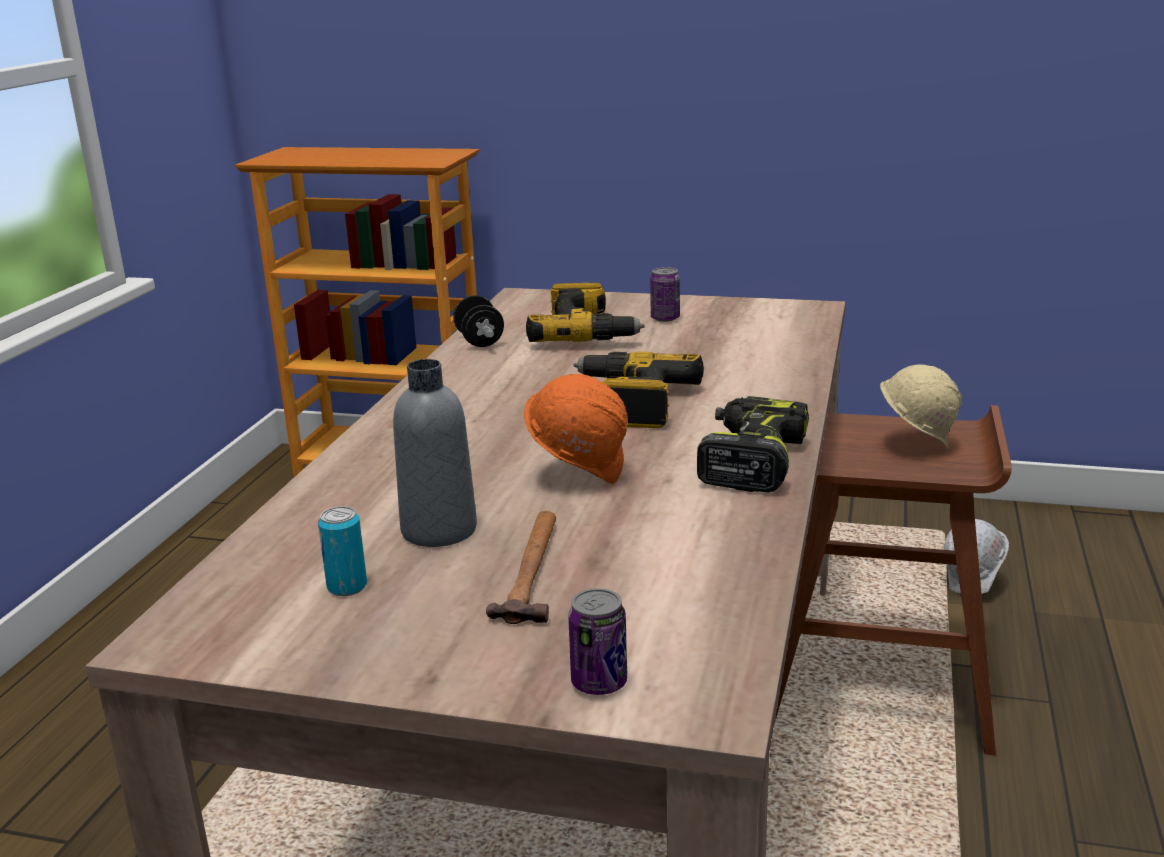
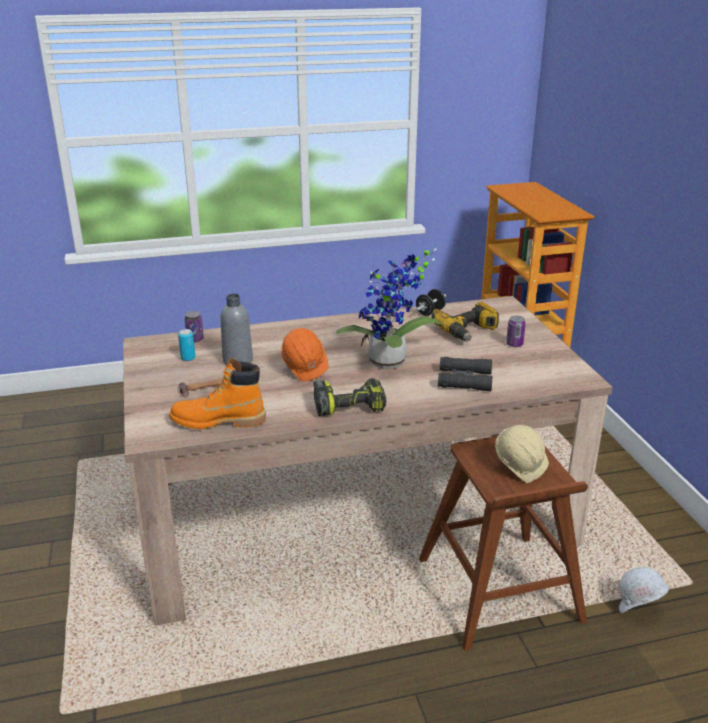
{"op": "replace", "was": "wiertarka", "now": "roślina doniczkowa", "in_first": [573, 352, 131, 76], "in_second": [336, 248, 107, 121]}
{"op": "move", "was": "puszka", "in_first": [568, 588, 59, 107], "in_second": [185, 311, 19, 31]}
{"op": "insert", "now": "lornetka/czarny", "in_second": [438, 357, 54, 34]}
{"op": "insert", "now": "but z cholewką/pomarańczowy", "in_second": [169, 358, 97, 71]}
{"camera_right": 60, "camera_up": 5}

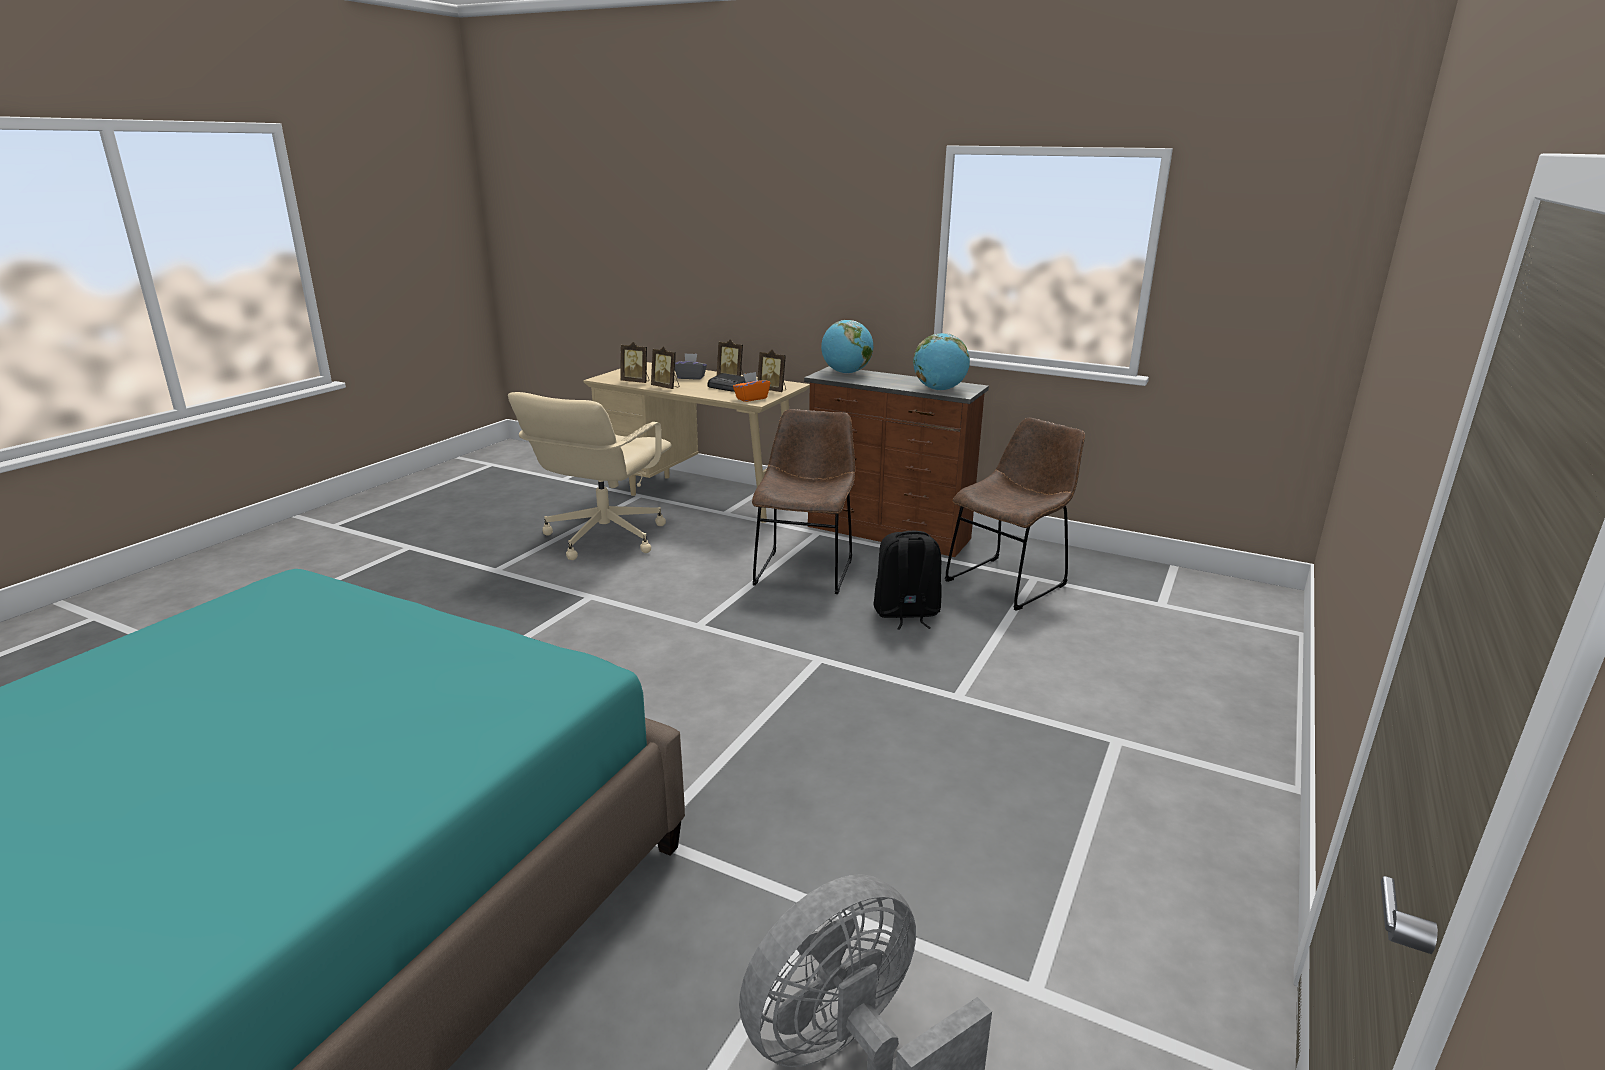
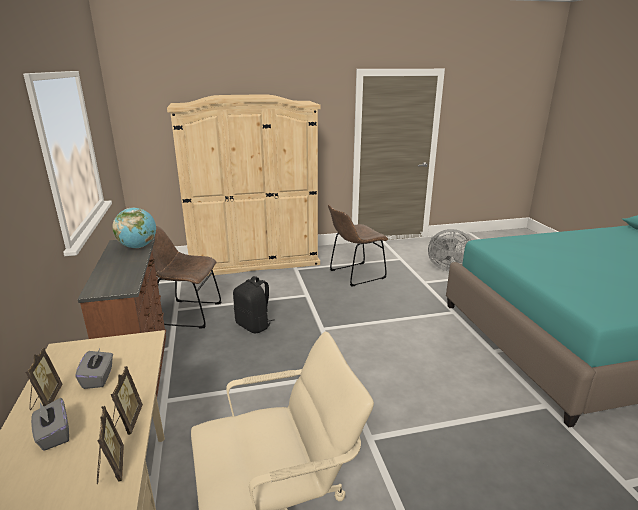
{"op": "delete", "was": "globus", "in_first": [821, 320, 52, 54]}
{"op": "delete", "was": "ramka na zdjęcie", "in_first": [757, 349, 29, 43]}
{"op": "delete", "was": "pudełko chusteczek/pomarańczowy", "in_first": [733, 372, 37, 30]}
{"op": "replace", "was": "radio", "now": "pudełko chusteczek/szary", "in_first": [708, 373, 37, 19], "in_second": [75, 349, 38, 40]}
{"op": "move", "was": "krzesło/brązowy", "in_first": [752, 409, 103, 185], "in_second": [328, 205, 60, 82]}
{"op": "insert", "now": "szafa/beżowy", "in_second": [167, 94, 154, 182]}
{"camera_right": -130, "camera_up": 0}

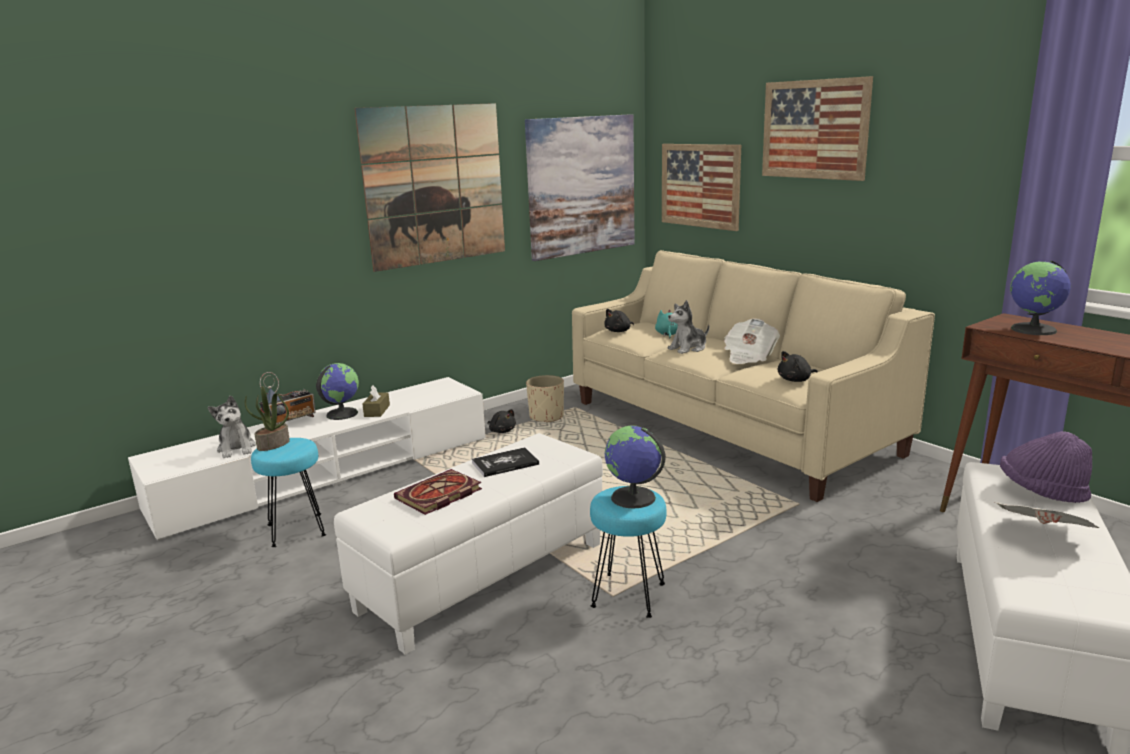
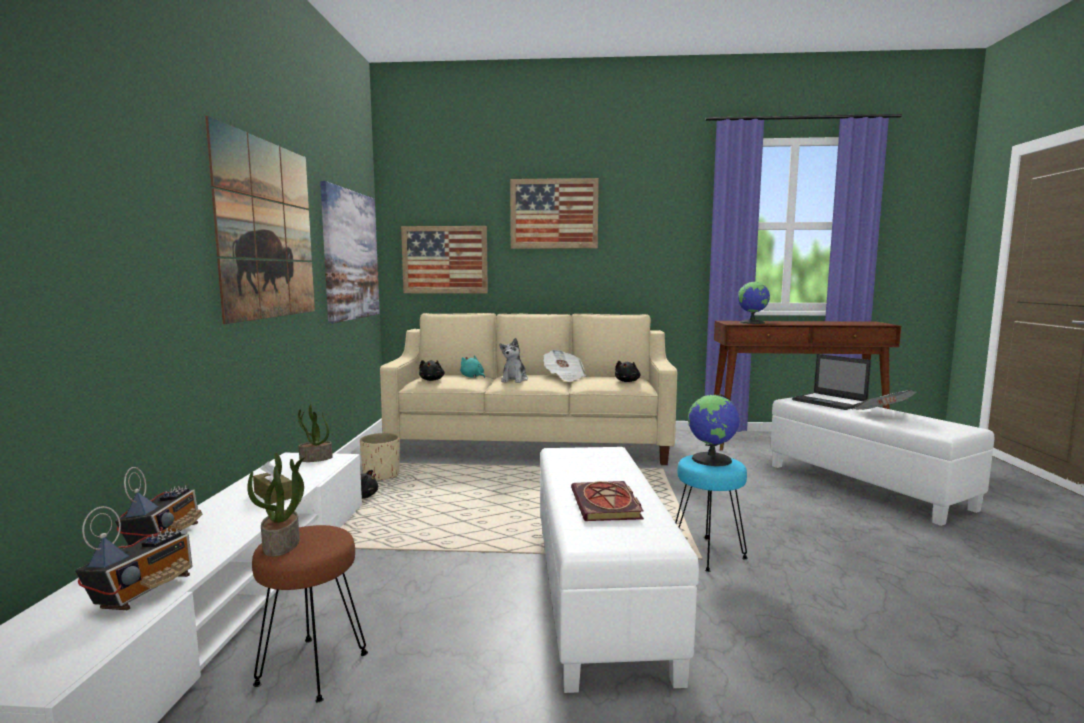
{"op": "delete", "was": "globus", "in_first": [316, 363, 43, 57]}
{"op": "replace", "was": "pluszak", "now": "radio", "in_first": [208, 395, 48, 63], "in_second": [75, 506, 118, 104]}
{"op": "replace", "was": "kapelusz/fioletowy", "now": "laptop", "in_first": [1000, 431, 92, 72], "in_second": [792, 354, 79, 56]}
{"op": "recolor", "was": "stołek/turkusowy", "now": "stołek/brązowy", "in_first": [251, 438, 75, 109], "in_second": [252, 525, 116, 177]}
{"op": "delete", "was": "książka", "in_first": [472, 447, 67, 30]}
{"op": "insert", "now": "roślina doniczkowa", "in_second": [298, 404, 35, 58]}
{"camera_right": -50, "camera_up": -10}

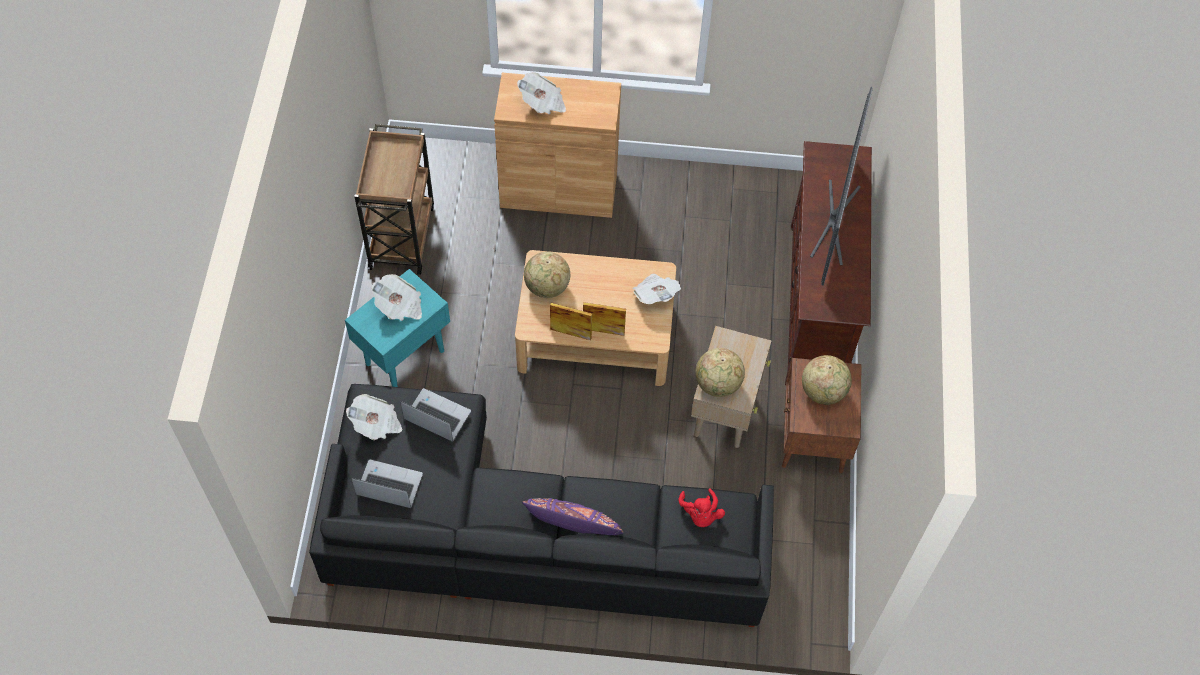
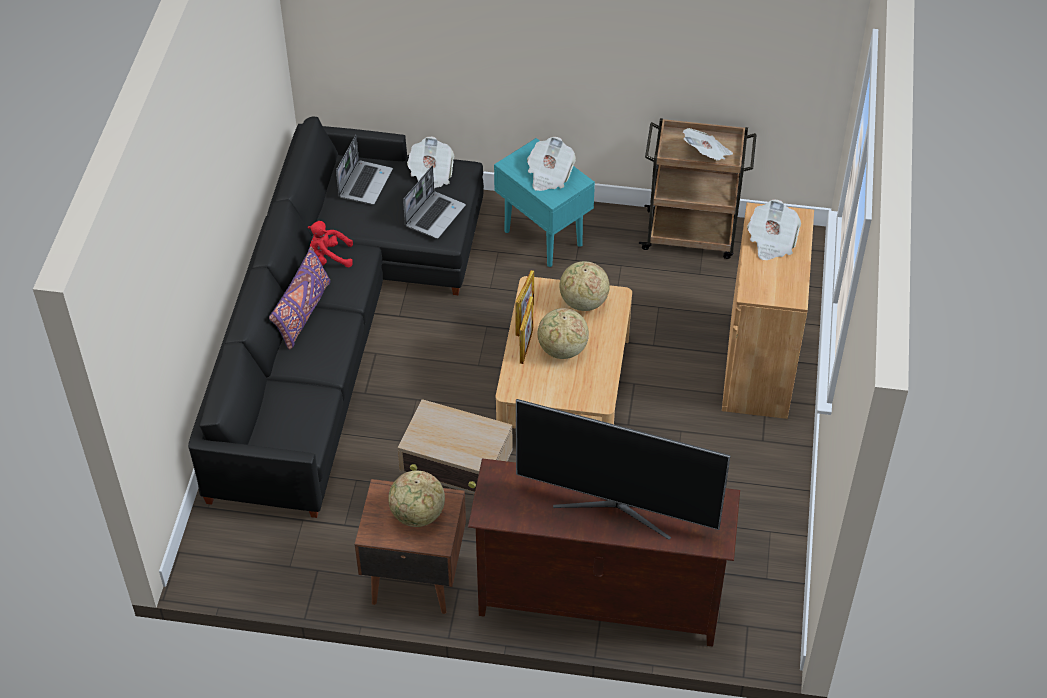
{"op": "move", "was": "gazeta", "in_first": [632, 274, 49, 30], "in_second": [683, 128, 50, 33]}
{"op": "move", "was": "globus", "in_first": [695, 348, 50, 49], "in_second": [538, 308, 51, 51]}
{"op": "move", "was": "pluszak/czerwony", "in_first": [679, 488, 46, 39], "in_second": [308, 221, 45, 46]}
{"camera_right": 95, "camera_up": -10}

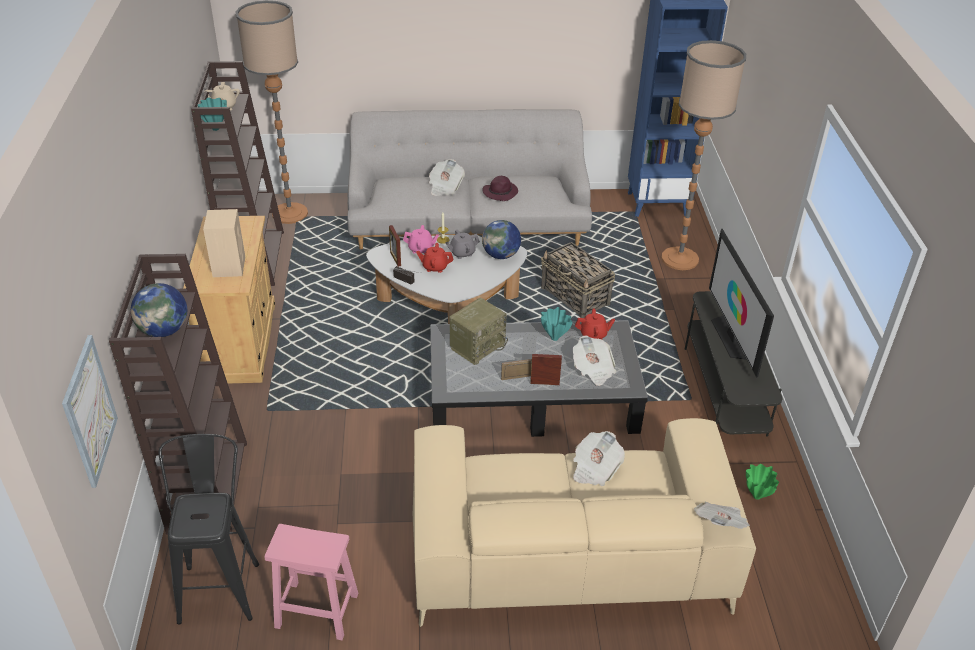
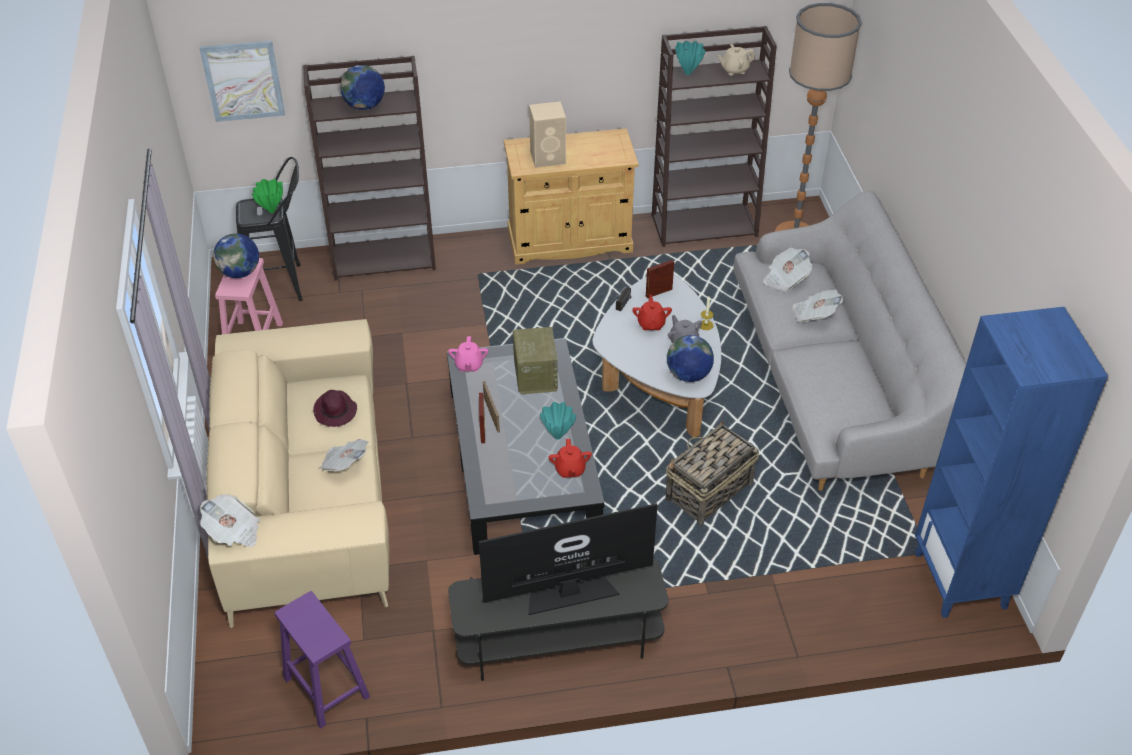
{"op": "delete", "was": "lampa stojąca", "in_first": [661, 40, 85, 230]}
{"op": "move", "was": "kapelusz/fioletowy", "in_first": [482, 176, 36, 25], "in_second": [313, 390, 44, 37]}
{"op": "move", "was": "imbryk/różowy", "in_first": [403, 225, 36, 29], "in_second": [448, 336, 40, 36]}
{"op": "rotate", "was": "radio", "in_first": [449, 297, 59, 68], "in_second": [513, 327, 45, 67], "clockwise": -135}
{"op": "move", "was": "gazeta", "in_first": [572, 335, 44, 51], "in_second": [763, 248, 49, 44]}
{"op": "move", "was": "wazon/zielony", "in_first": [746, 464, 33, 36], "in_second": [252, 179, 31, 34]}
{"op": "insert", "now": "globus", "in_second": [213, 234, 46, 44]}
{"op": "insert", "now": "stołek/fioletowy", "in_second": [275, 591, 95, 138]}
{"camera_right": 85, "camera_up": 5}

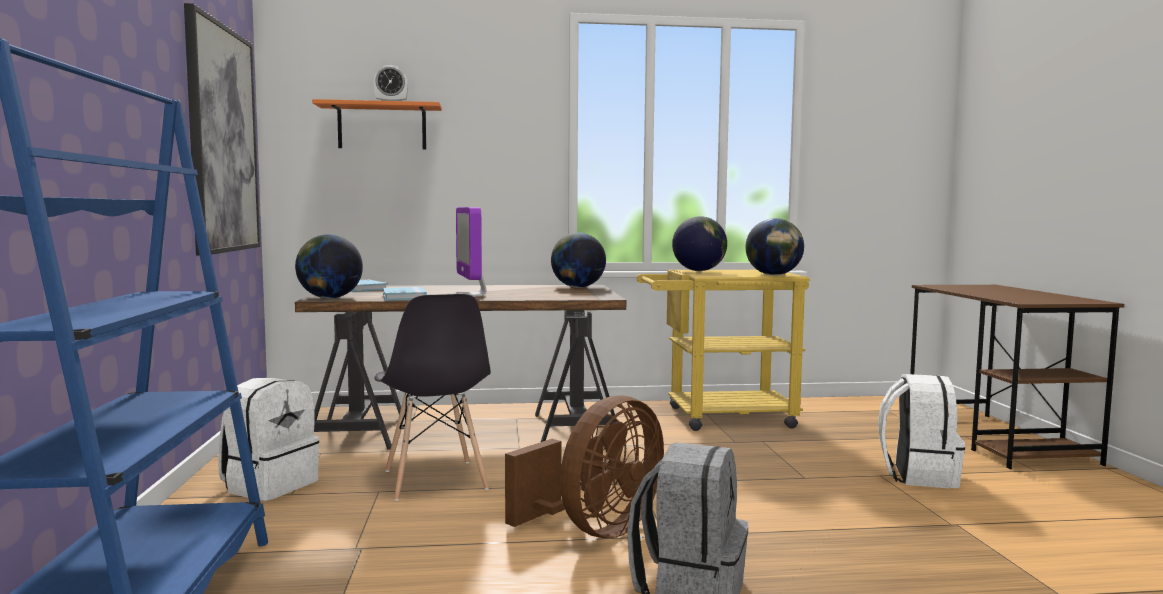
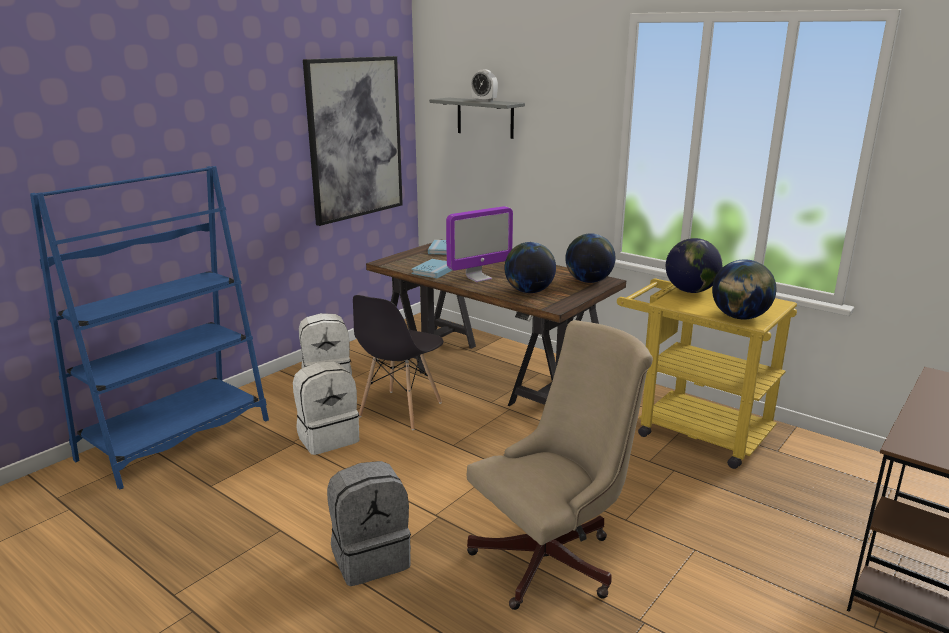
{"op": "recolor", "was": "półka/pomarańczowy", "now": "półka/szary", "in_first": [312, 99, 130, 51], "in_second": [429, 98, 96, 41]}
{"op": "rotate", "was": "monitor", "in_first": [456, 207, 30, 90], "in_second": [446, 206, 67, 76], "clockwise": -150}
{"op": "move", "was": "globus", "in_first": [295, 234, 68, 64], "in_second": [505, 242, 51, 51]}
{"op": "move", "was": "plecak/biały", "in_first": [878, 374, 87, 114], "in_second": [293, 361, 66, 94]}
{"op": "delete", "was": "wentylator/brązowy", "in_first": [505, 395, 159, 143]}
{"op": "insert", "now": "krzesło biurowe/beżowy", "in_second": [467, 320, 186, 290]}
{"camera_right": 45, "camera_up": 15}

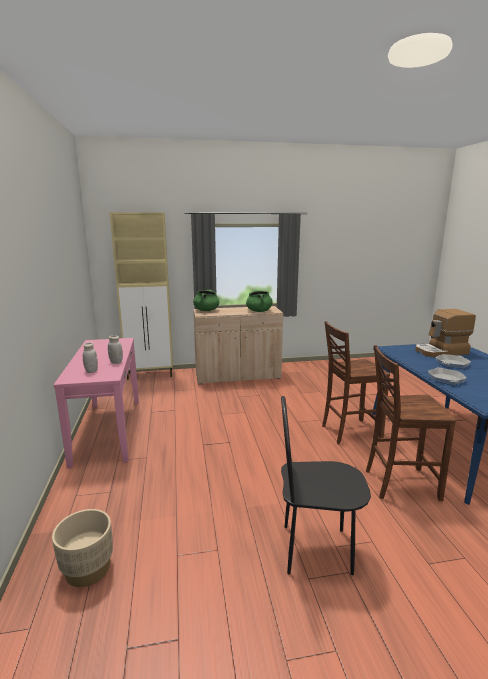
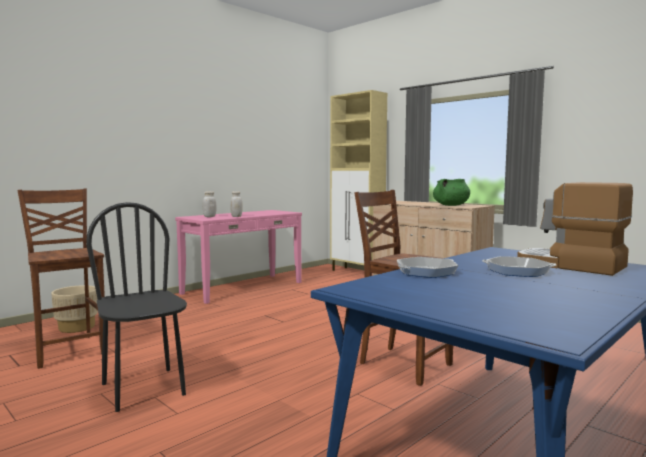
{"op": "delete", "was": "garnek/zielony", "in_first": [193, 290, 26, 21]}
{"op": "move", "was": "krzesło/brązowy", "in_first": [366, 345, 90, 156], "in_second": [18, 188, 87, 181]}
{"camera_right": 55, "camera_up": -10}

